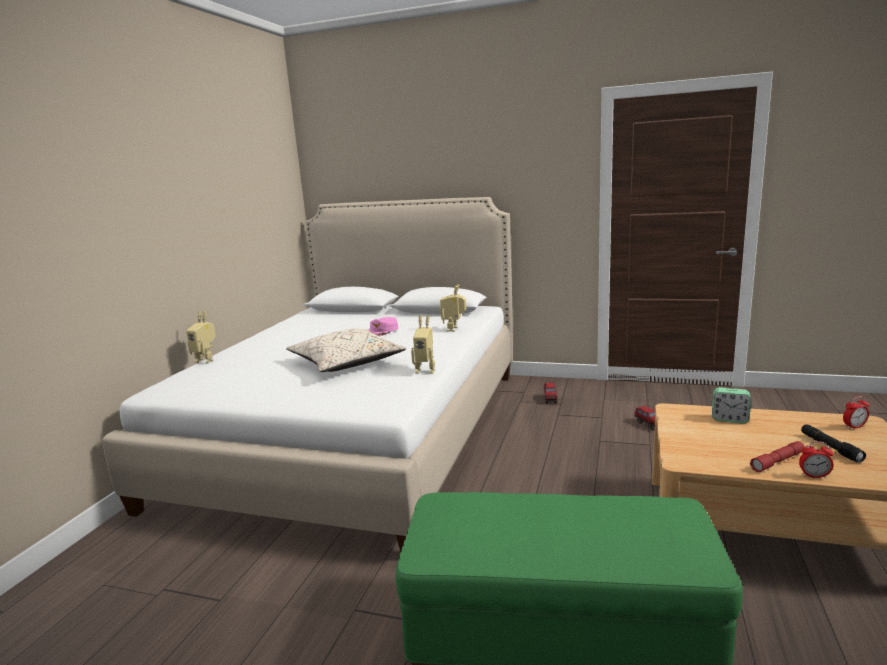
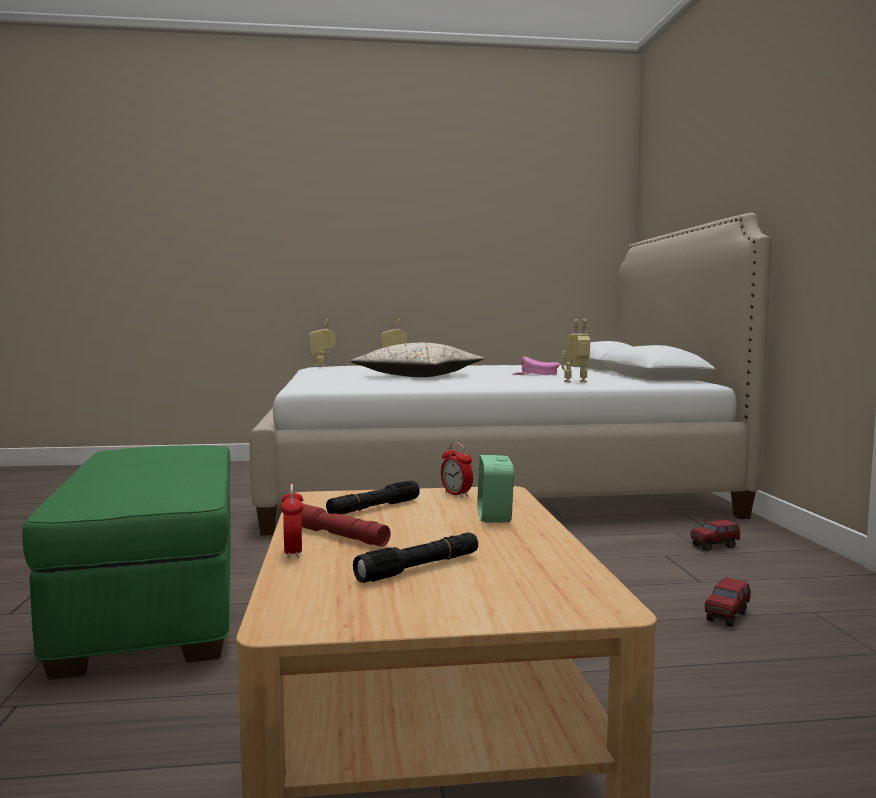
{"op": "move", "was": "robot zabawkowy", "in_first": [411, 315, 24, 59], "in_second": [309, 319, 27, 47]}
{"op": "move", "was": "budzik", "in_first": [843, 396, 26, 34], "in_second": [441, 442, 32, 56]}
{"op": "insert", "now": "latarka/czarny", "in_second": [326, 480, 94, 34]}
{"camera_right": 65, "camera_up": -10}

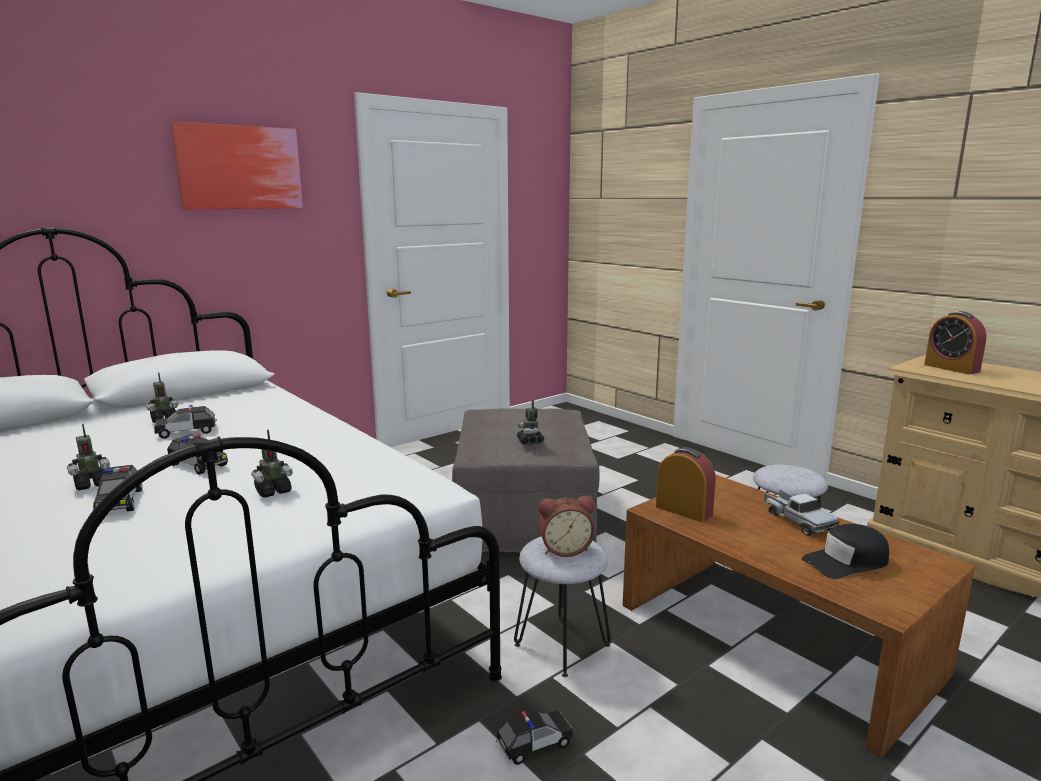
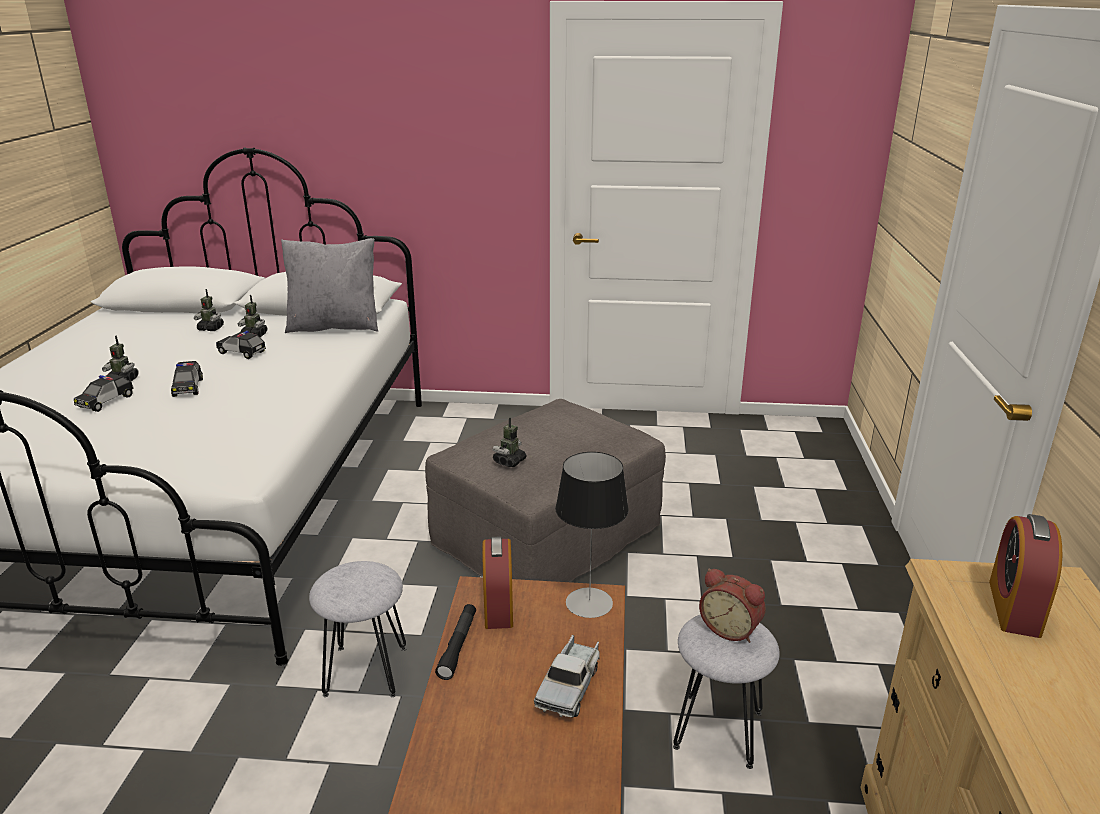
{"op": "delete", "was": "obraz", "in_first": [170, 121, 133, 89]}
{"op": "move", "was": "robot zabawkowy", "in_first": [251, 430, 42, 68], "in_second": [194, 289, 30, 42]}
{"op": "move", "was": "budzik", "in_first": [538, 496, 57, 61], "in_second": [699, 568, 67, 75]}
{"op": "delete", "was": "czapka z daszkiem/czarny", "in_first": [802, 524, 87, 55]}
{"op": "delete", "was": "samochodzik", "in_first": [496, 710, 77, 55]}
{"op": "insert", "now": "poduszka/szary", "in_second": [281, 238, 97, 95]}
{"op": "insert", "now": "lampa stołowa", "in_second": [555, 452, 74, 166]}
{"op": "insert", "now": "latarka/czarny", "in_second": [435, 604, 41, 76]}
{"camera_right": 45, "camera_up": 10}

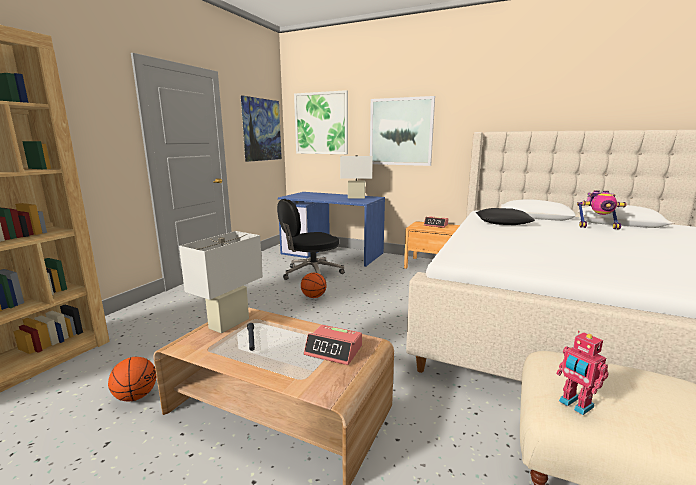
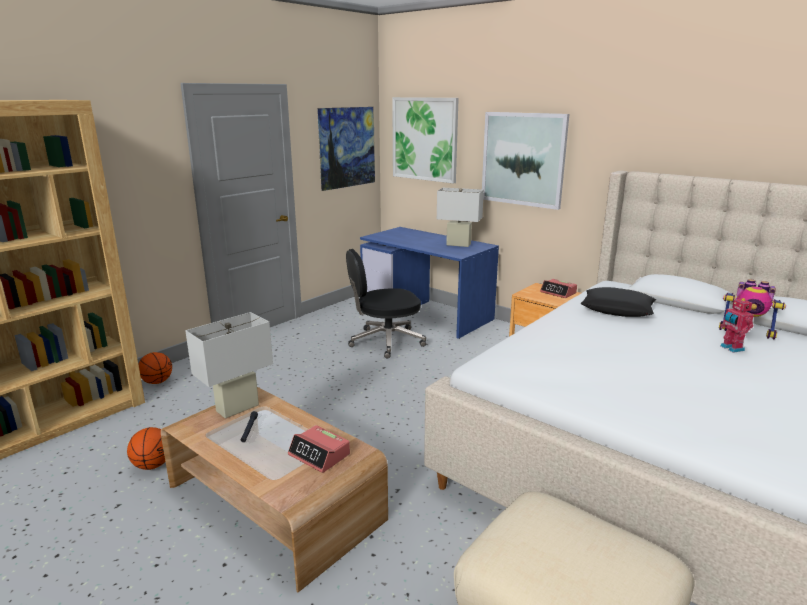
{"op": "move", "was": "piłka do koszykówki", "in_first": [301, 273, 26, 25], "in_second": [138, 352, 34, 32]}
{"op": "move", "was": "robot zabawkowy", "in_first": [556, 331, 53, 84], "in_second": [720, 297, 34, 56]}
{"camera_right": 15, "camera_up": 5}

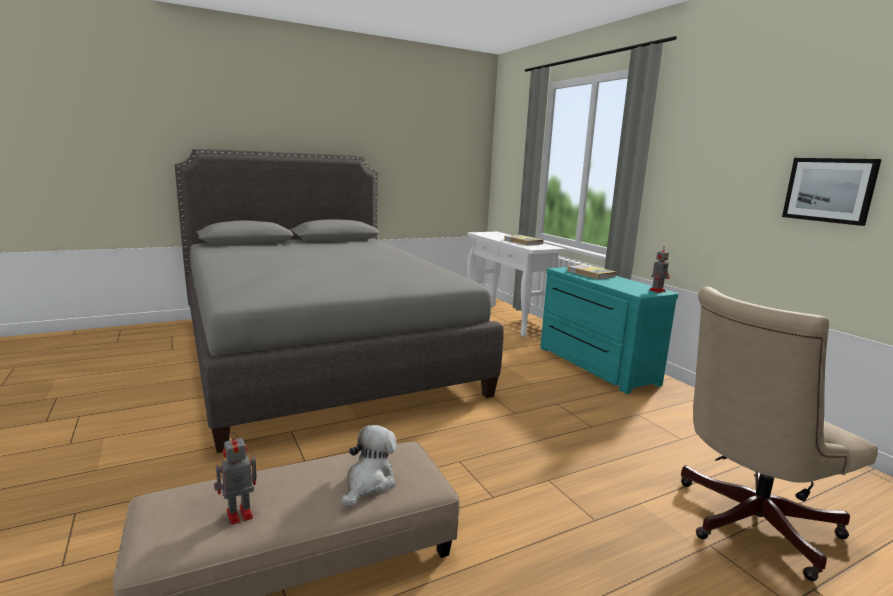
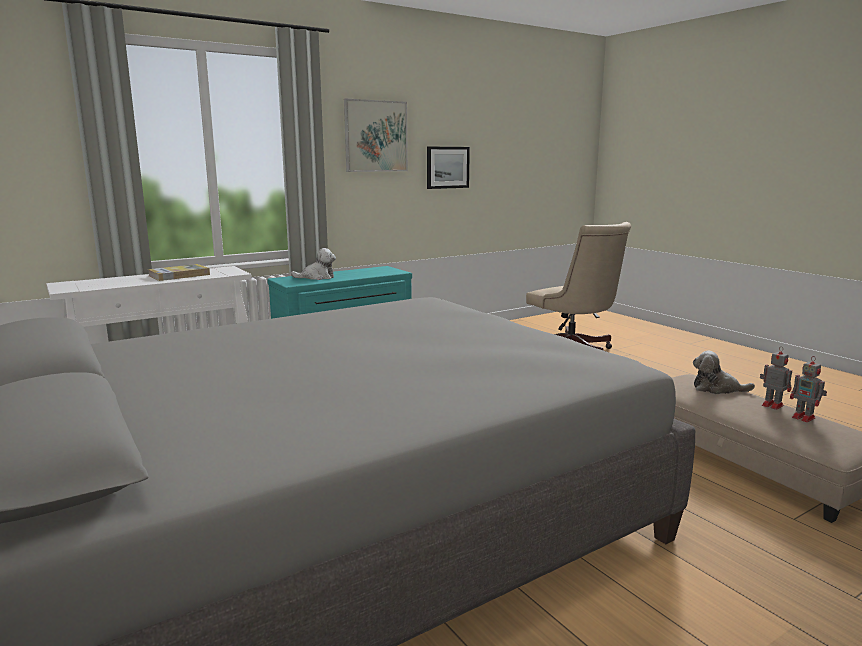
{"op": "move", "was": "robot zabawkowy", "in_first": [649, 247, 21, 46], "in_second": [760, 346, 32, 64]}
{"op": "replace", "was": "książka", "now": "pluszak", "in_first": [567, 264, 49, 16], "in_second": [291, 248, 45, 32]}
{"op": "insert", "now": "obraz", "in_second": [344, 99, 64, 73]}
{"camera_right": -95, "camera_up": 0}

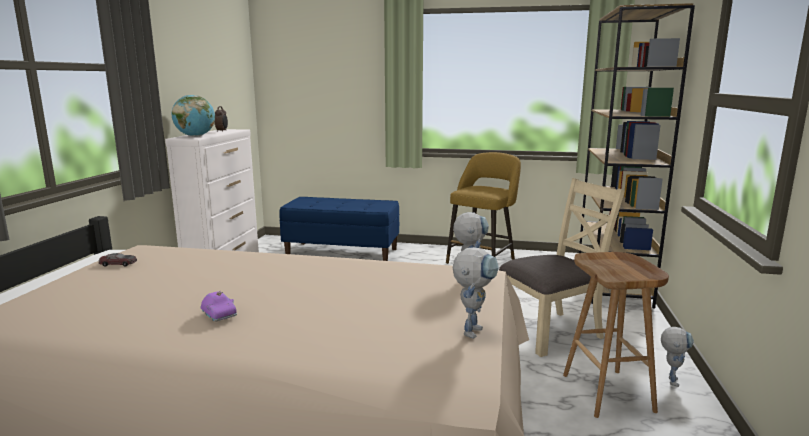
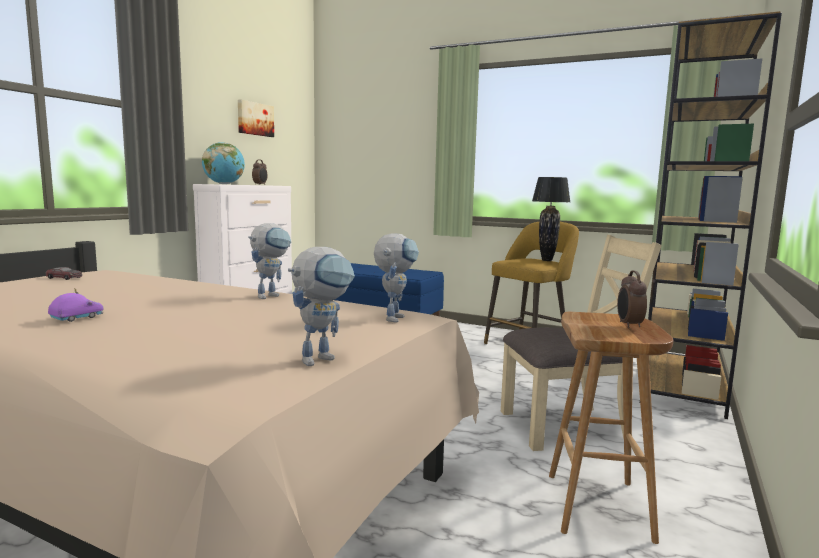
{"op": "rotate", "was": "samochodzik/fioletowy", "in_first": [200, 291, 37, 31], "in_second": [48, 289, 56, 33], "clockwise": -120}
{"op": "move", "was": "robot zabawkowy", "in_first": [661, 327, 33, 60], "in_second": [248, 223, 43, 76]}
{"op": "insert", "now": "obraz", "in_second": [238, 99, 36, 38]}
{"op": "insert", "now": "lampa stołowa/czarny", "in_second": [532, 177, 38, 84]}
{"op": "insert", "now": "budzik", "in_second": [617, 270, 30, 58]}
{"camera_right": 15, "camera_up": -5}

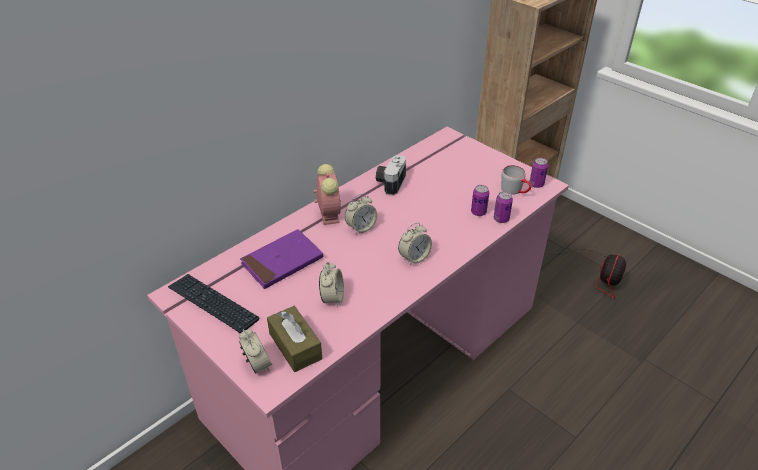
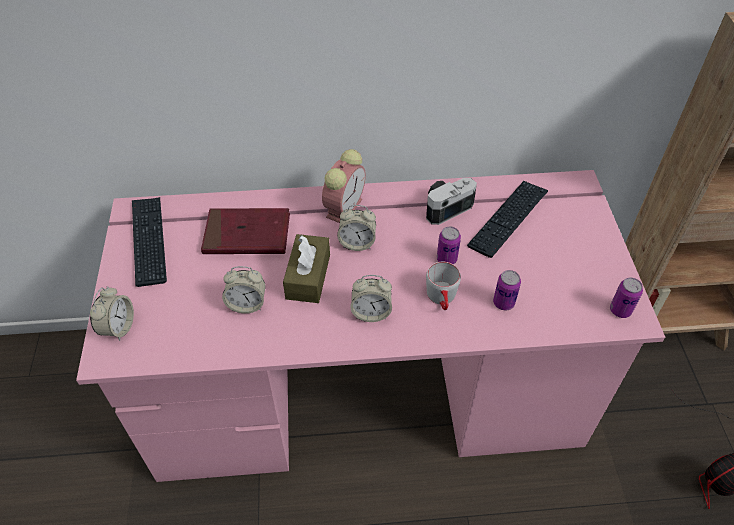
{"op": "move", "was": "kubek/szary", "in_first": [501, 165, 31, 30], "in_second": [426, 261, 35, 49]}
{"op": "move", "was": "puszka", "in_first": [494, 191, 19, 32], "in_second": [437, 226, 24, 39]}
{"op": "recolor", "was": "książka/fioletowy", "now": "książka/czerwony", "in_first": [240, 229, 84, 60], "in_second": [201, 208, 89, 46]}
{"op": "rotate", "was": "budzik", "in_first": [319, 262, 25, 45], "in_second": [222, 266, 44, 48], "clockwise": 45}
{"op": "move", "was": "pudełko chusteczek/brązowy", "in_first": [267, 306, 55, 66], "in_second": [283, 234, 47, 69]}
{"op": "insert", "now": "klawiatura", "in_second": [467, 181, 81, 77]}
{"camera_right": 40, "camera_up": 10}

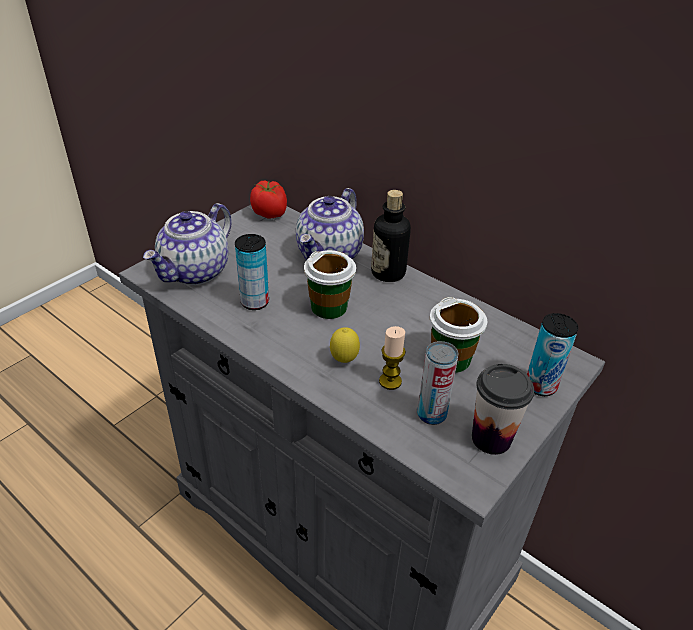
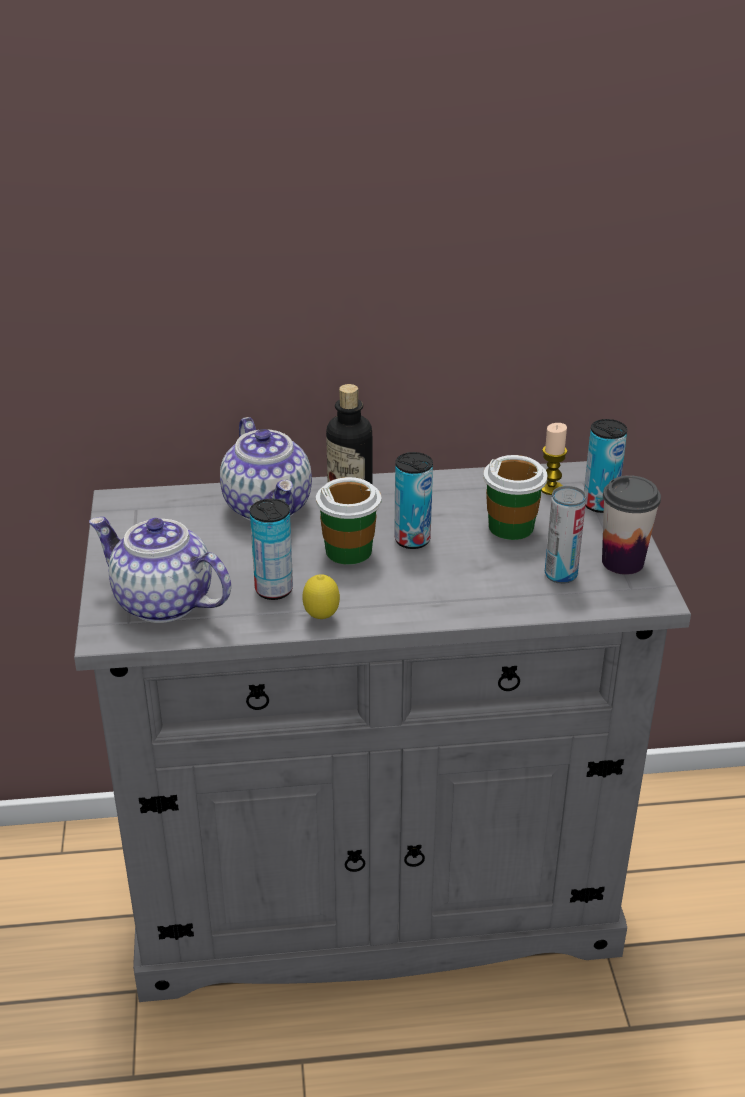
{"op": "delete", "was": "pomidor", "in_first": [250, 181, 37, 38]}
{"op": "rotate", "was": "imbryk", "in_first": [143, 203, 89, 82], "in_second": [89, 517, 142, 106], "clockwise": 135}
{"op": "move", "was": "świeca", "in_first": [379, 326, 27, 64], "in_second": [541, 423, 26, 72]}
{"op": "move", "was": "cytryna", "in_first": [330, 327, 30, 36], "in_second": [303, 574, 37, 45]}
{"op": "insert", "now": "puszka", "in_second": [394, 452, 39, 97]}
{"camera_right": -45, "camera_up": -5}

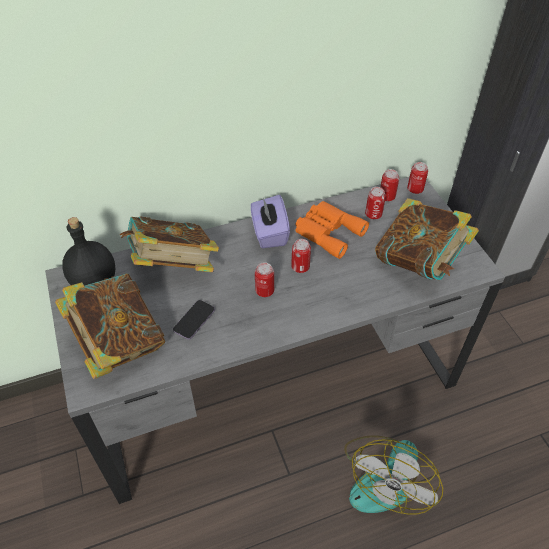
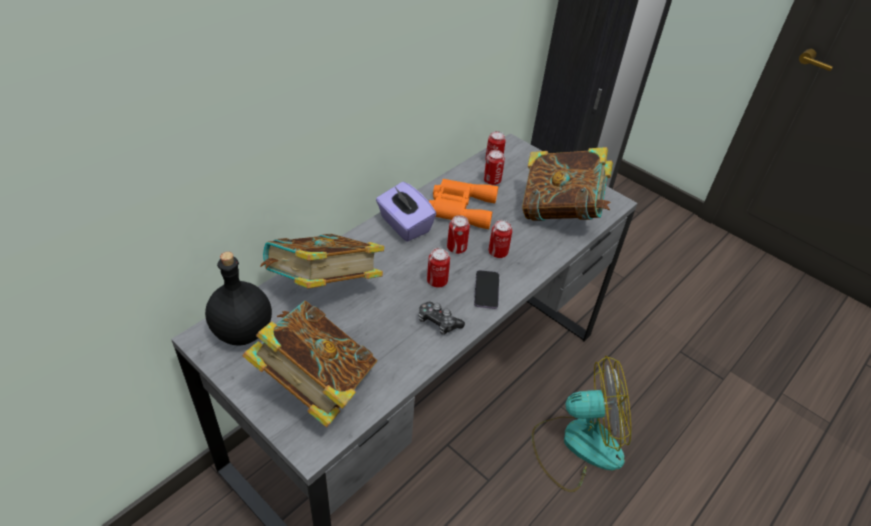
{"op": "move", "was": "puszka", "in_first": [407, 162, 21, 32], "in_second": [488, 220, 24, 38]}
{"op": "move", "was": "telefon", "in_first": [173, 300, 42, 40], "in_second": [474, 270, 25, 39]}
{"op": "rotate", "was": "wentylator", "in_first": [344, 435, 99, 80], "in_second": [532, 356, 99, 136], "clockwise": -90}
{"op": "insert", "now": "pad do gier", "in_second": [419, 302, 46, 33]}
{"camera_right": -30, "camera_up": -5}

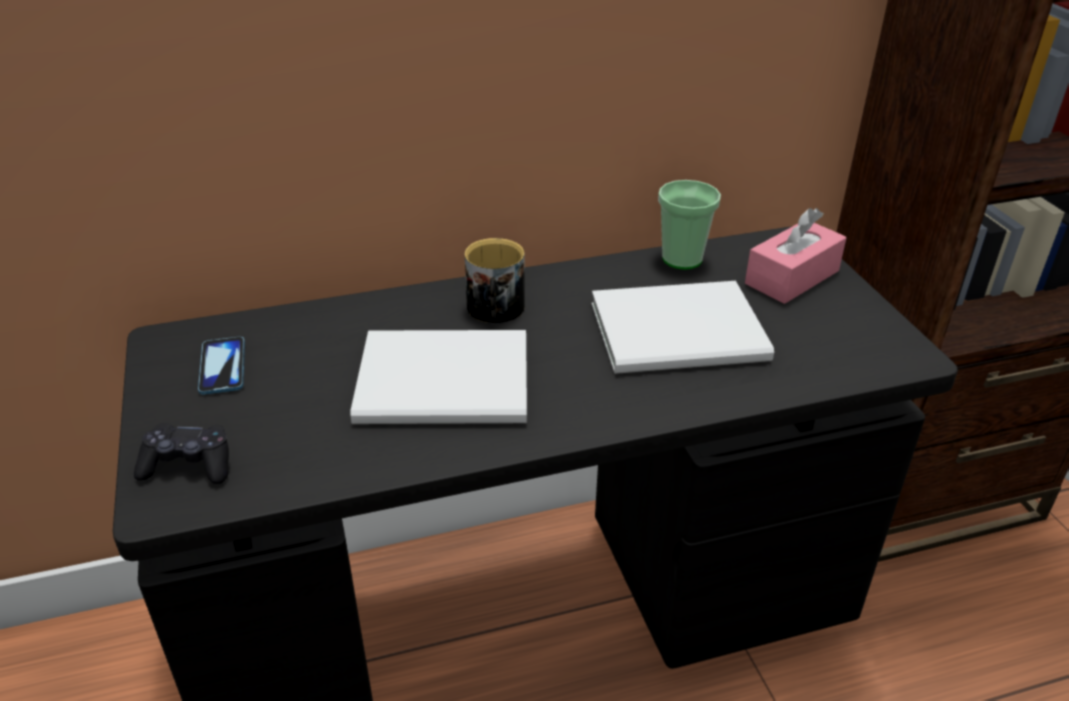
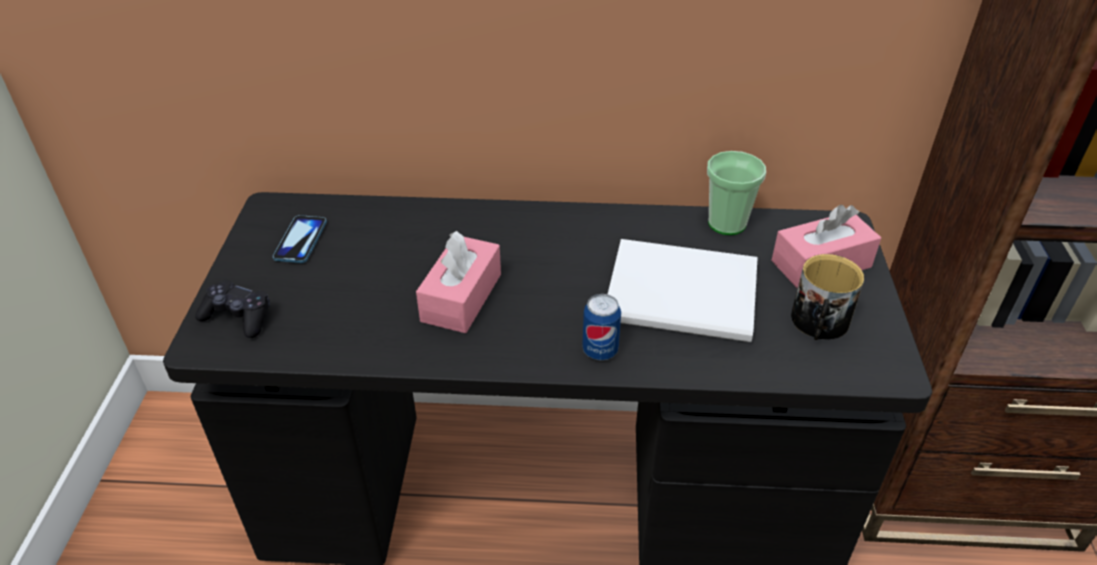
{"op": "move", "was": "kubek", "in_first": [465, 238, 60, 85], "in_second": [791, 254, 73, 86]}
{"op": "replace", "was": "książka/biały", "now": "pudełko chusteczek/różowy", "in_first": [351, 330, 176, 94], "in_second": [416, 231, 85, 102]}
{"op": "insert", "now": "puszka", "in_second": [582, 294, 39, 66]}
{"camera_right": 20, "camera_up": 5}

